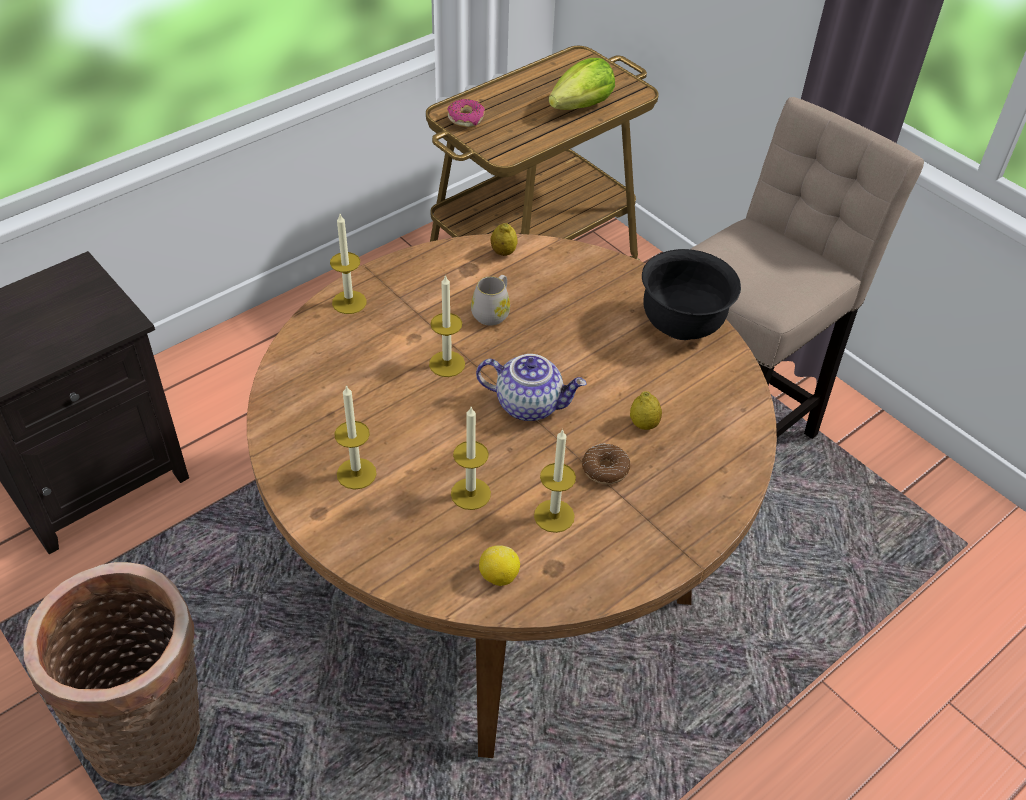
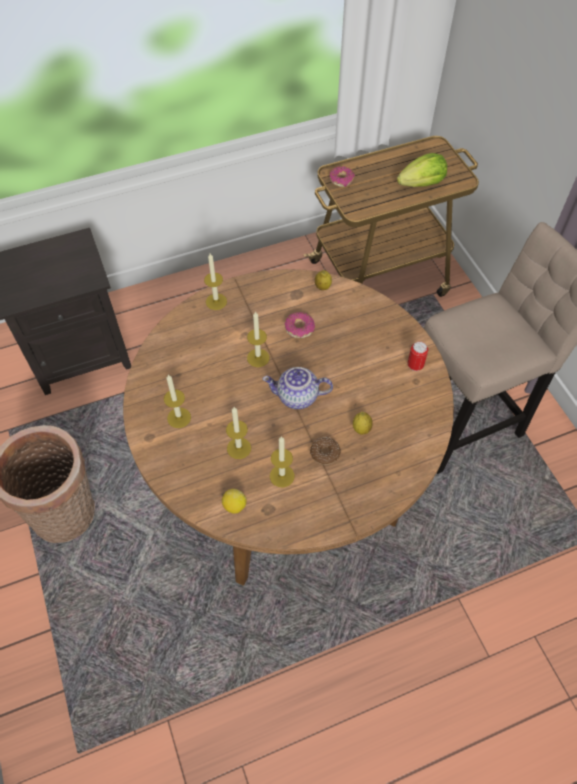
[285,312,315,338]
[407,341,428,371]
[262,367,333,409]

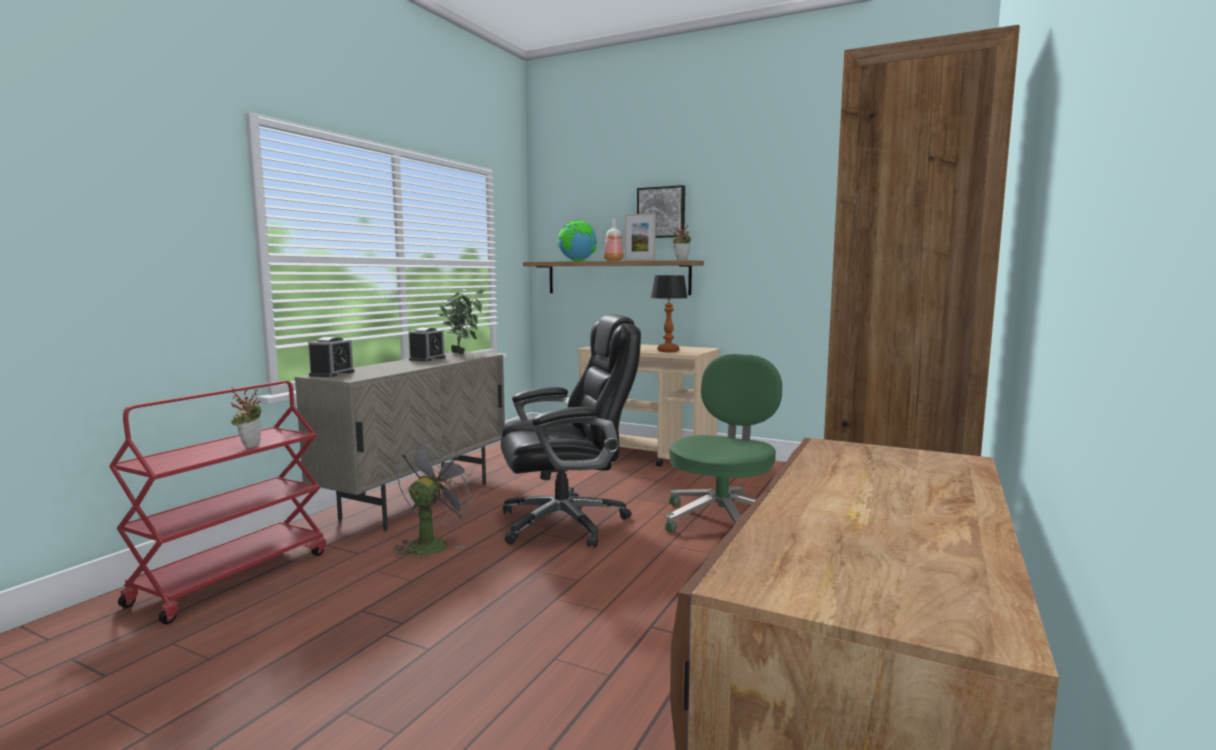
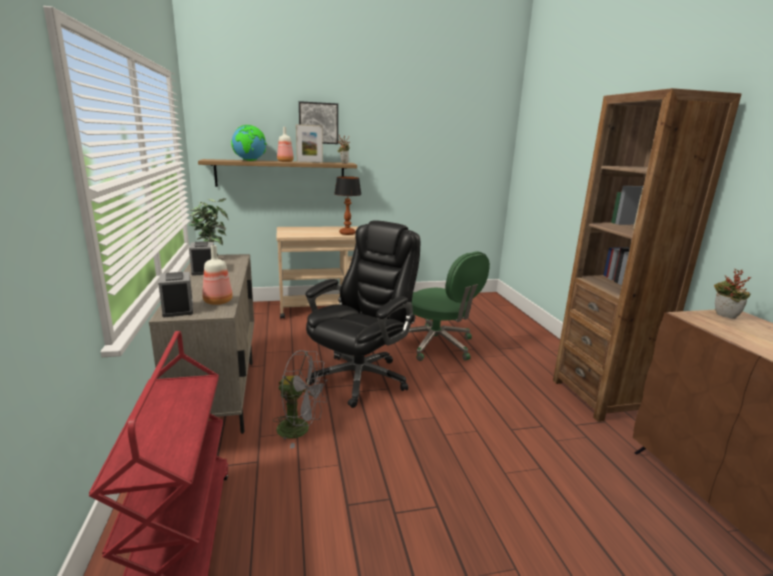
[202,245,233,305]
[714,269,751,319]
[273,350,328,448]
[408,251,490,361]

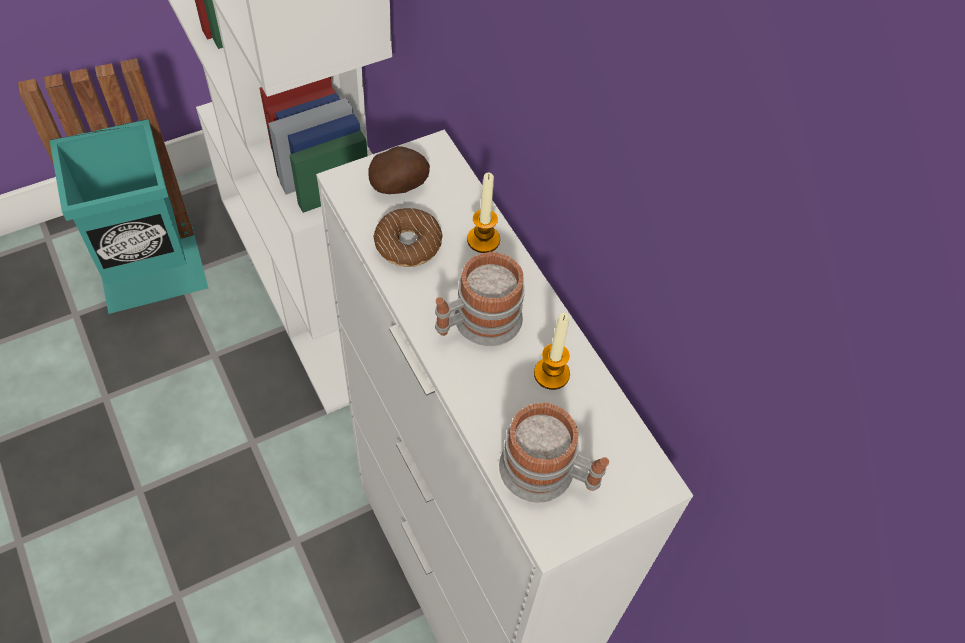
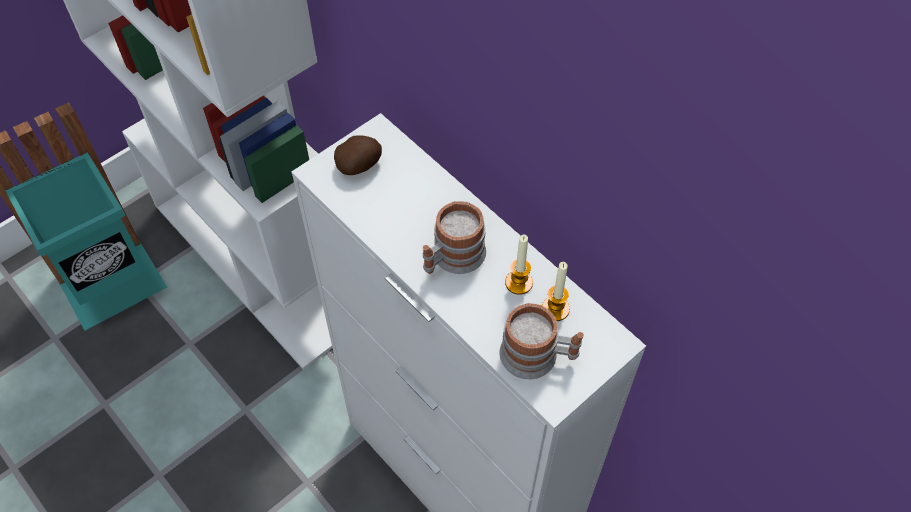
[374,208,443,267] (first image)
[542,262,570,321]

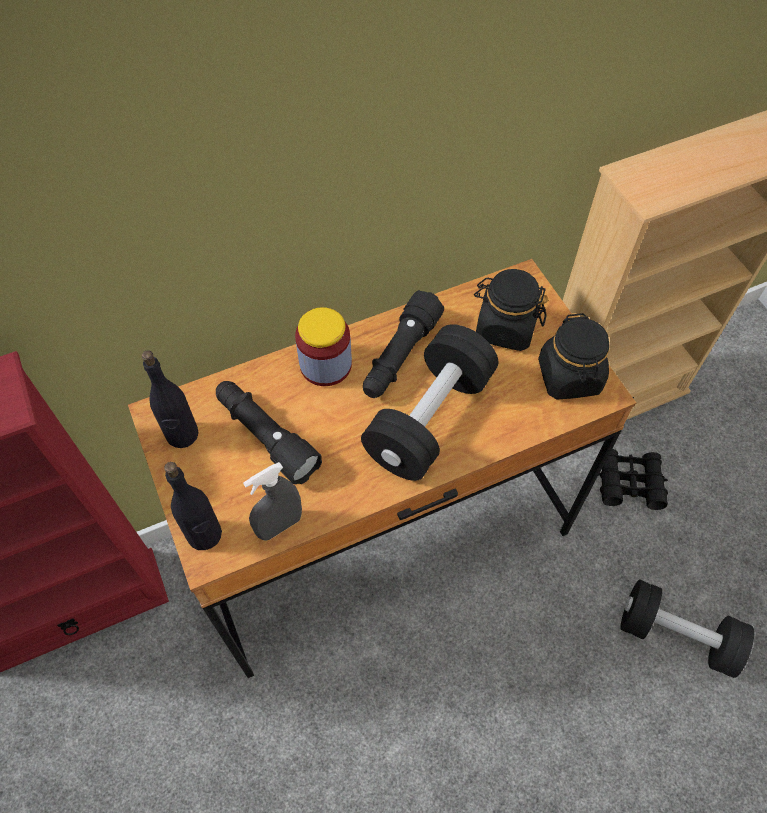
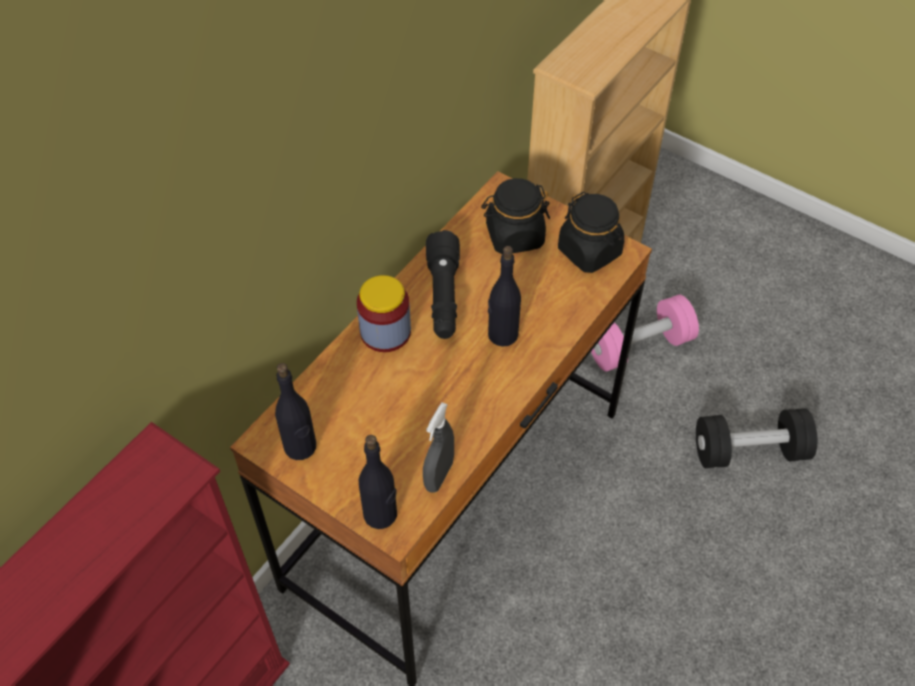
[216,381,322,484] (first image)
[488,246,521,346]
[591,295,699,372]

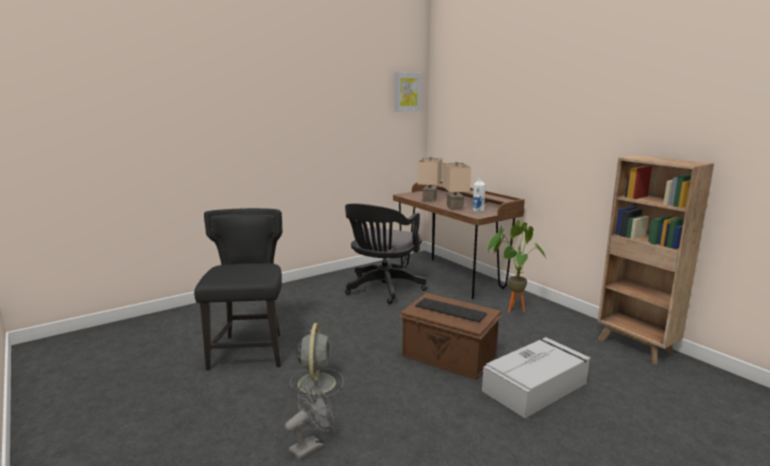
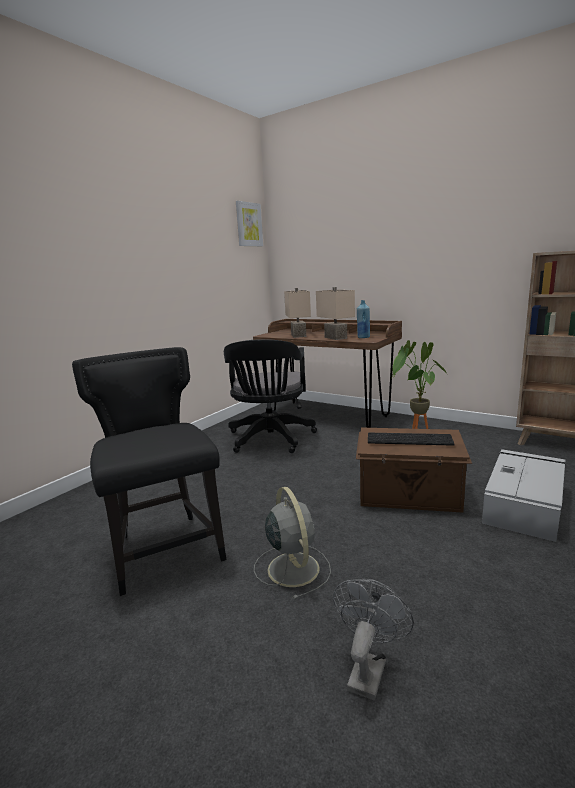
[357,300,370,338]

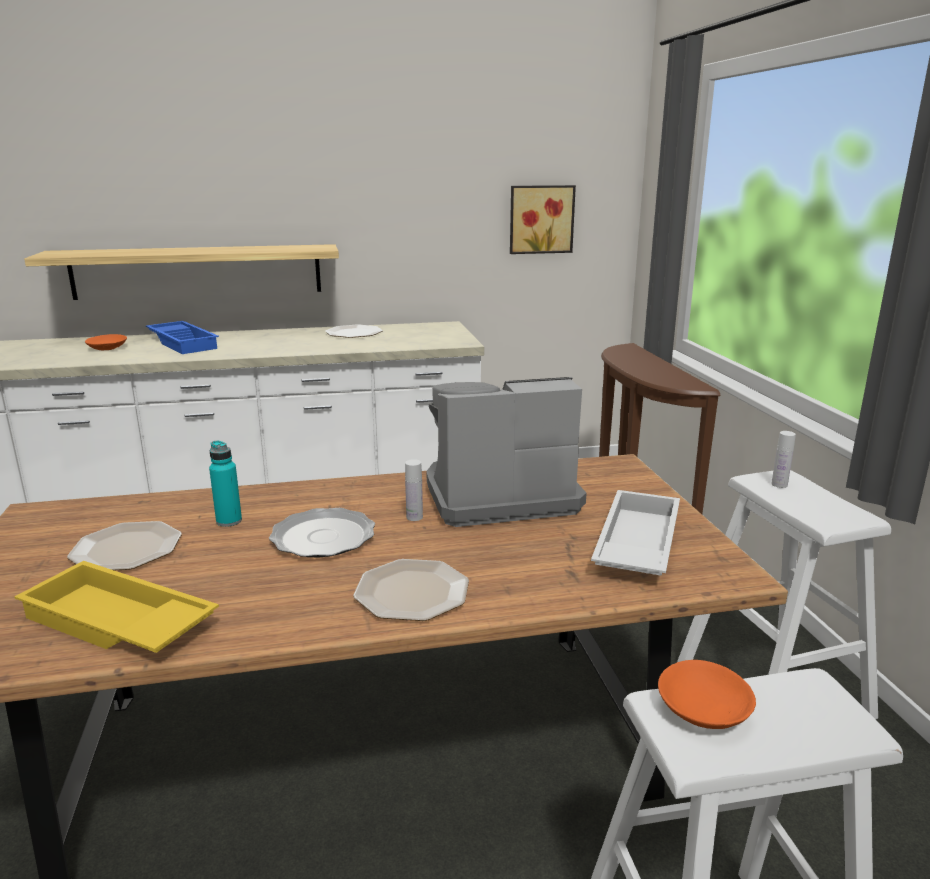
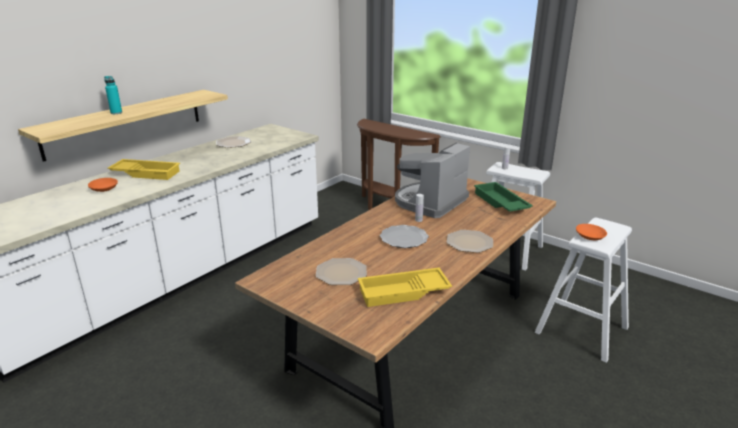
[510,185,576,254] (first image)
[104,76,122,114]
[107,159,180,180]
[474,182,533,212]

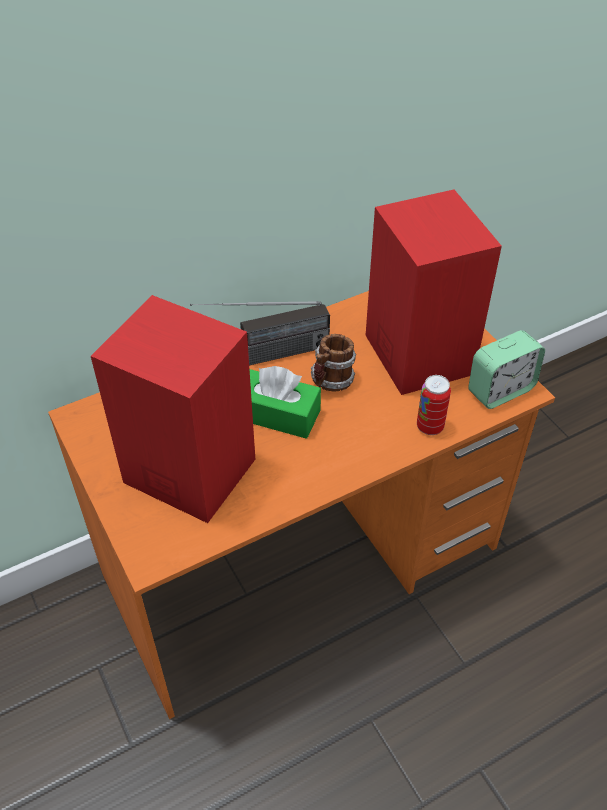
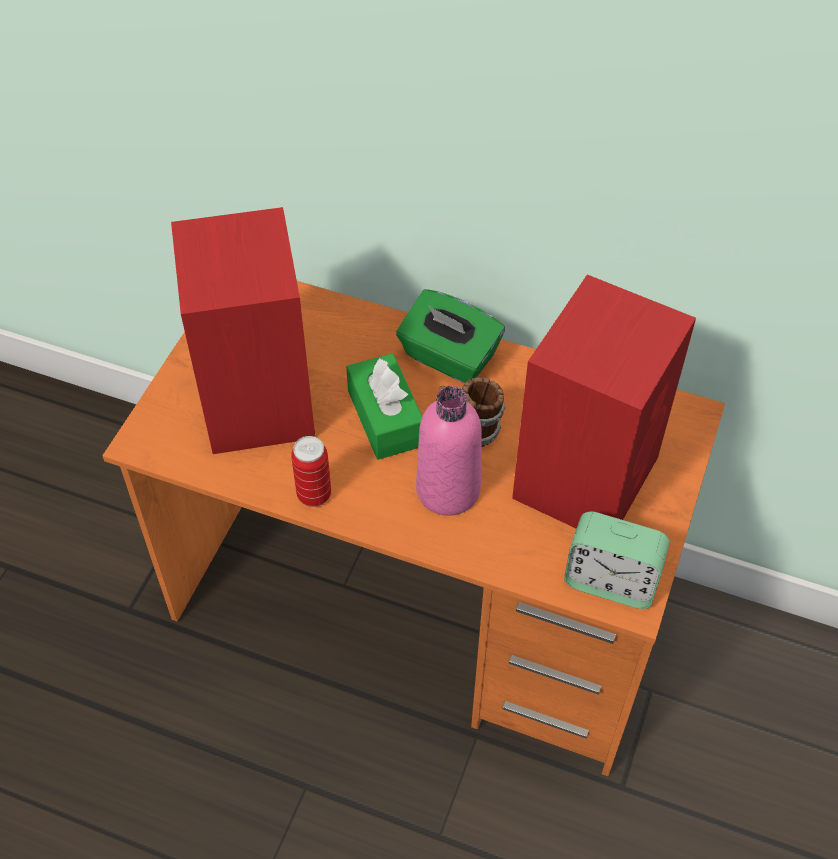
[416,386,482,516]
[291,436,331,507]
[396,289,505,383]

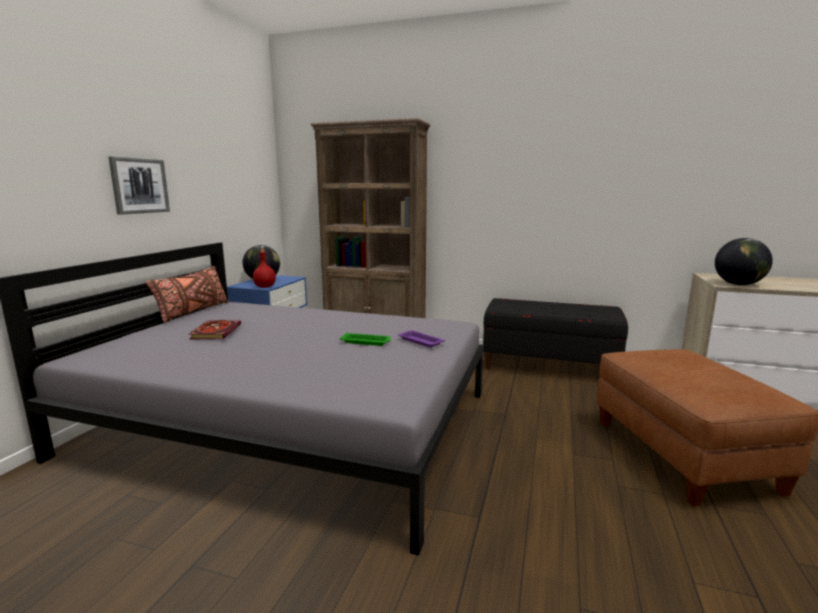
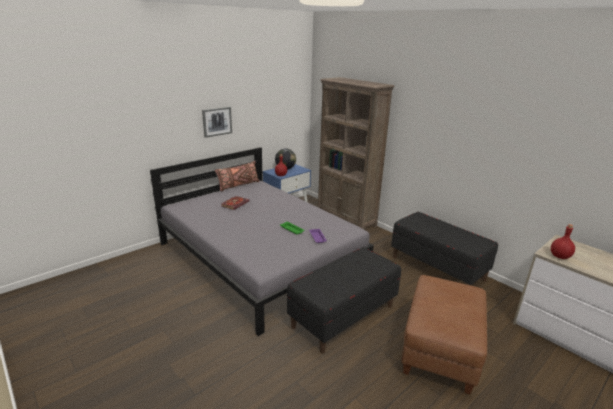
[287,247,401,354]
[551,224,575,259]

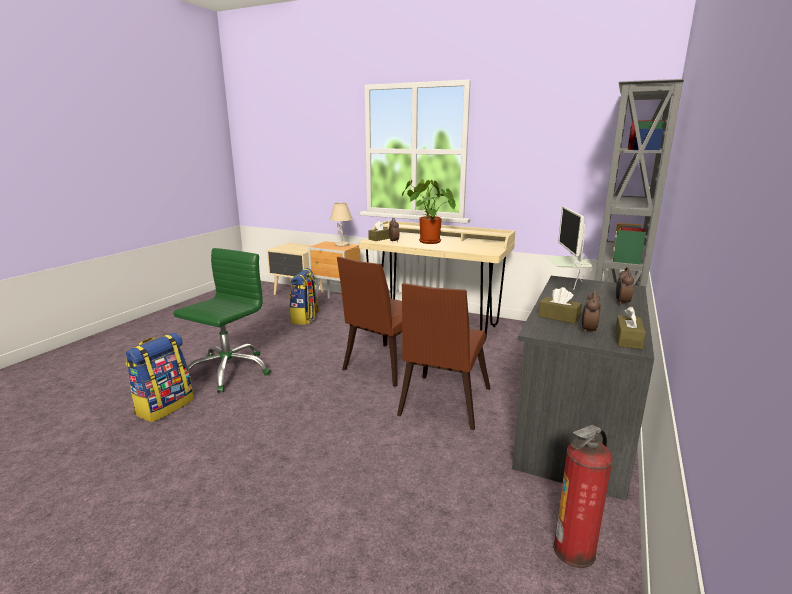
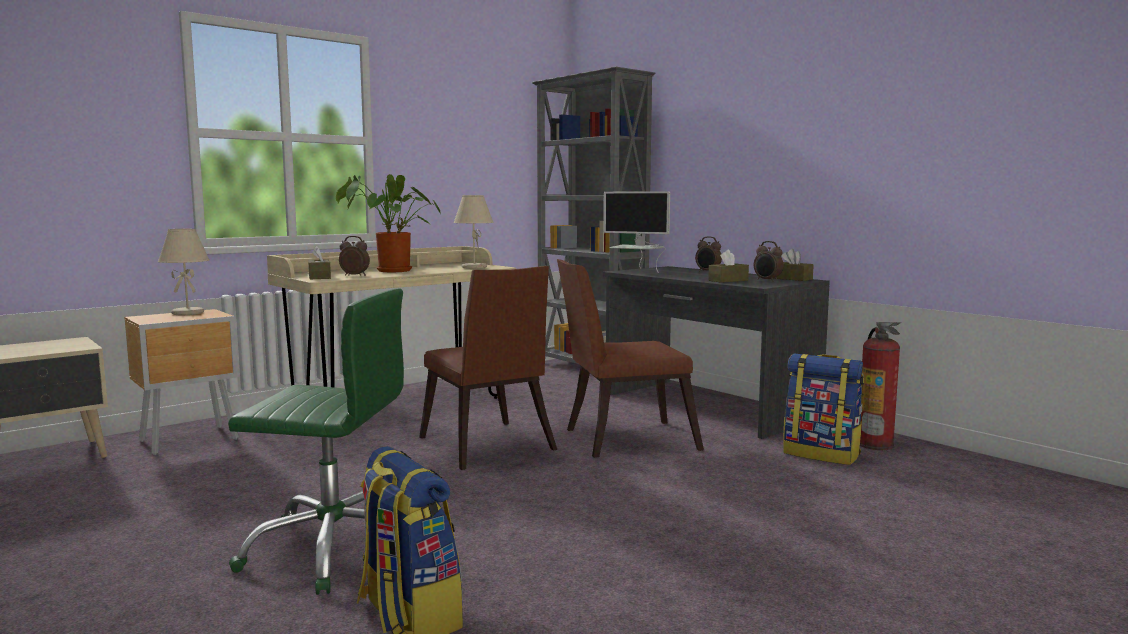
[453,195,494,269]
[783,354,864,465]
[228,289,404,595]
[557,259,704,458]

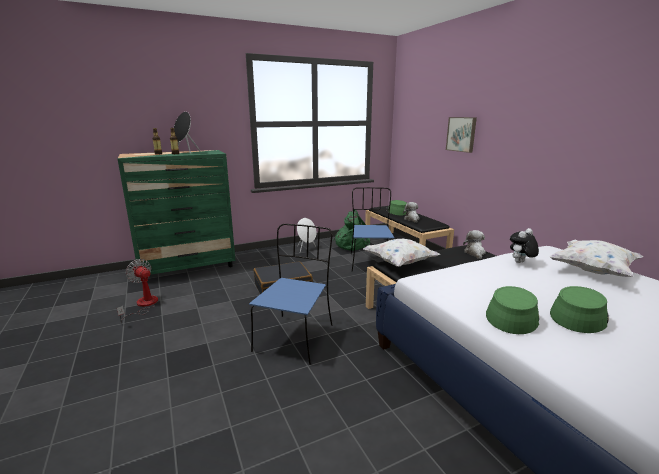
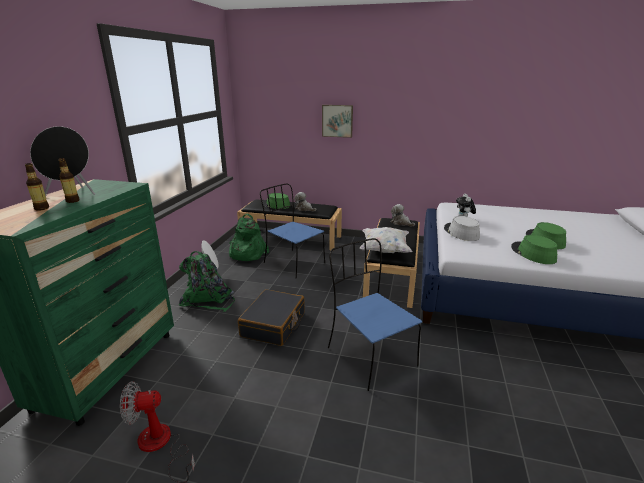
[549,240,644,277] (first image)
[178,251,235,312]
[444,216,480,241]

